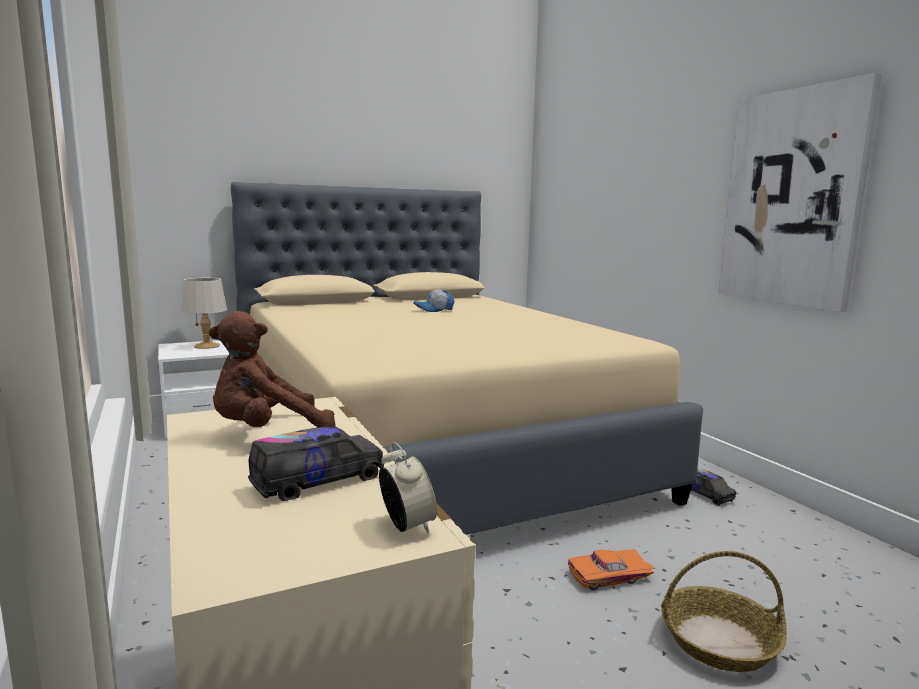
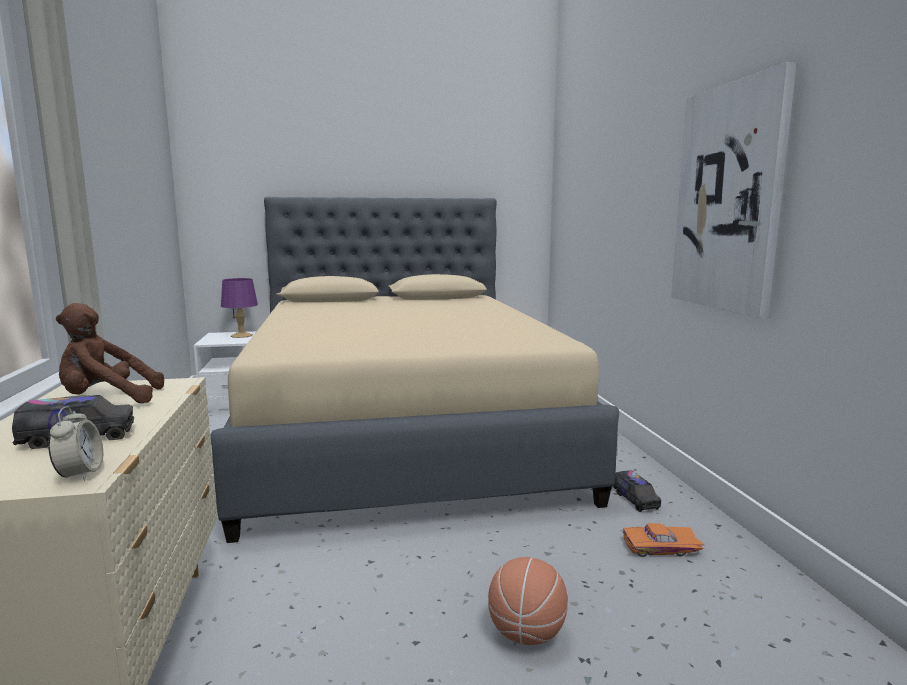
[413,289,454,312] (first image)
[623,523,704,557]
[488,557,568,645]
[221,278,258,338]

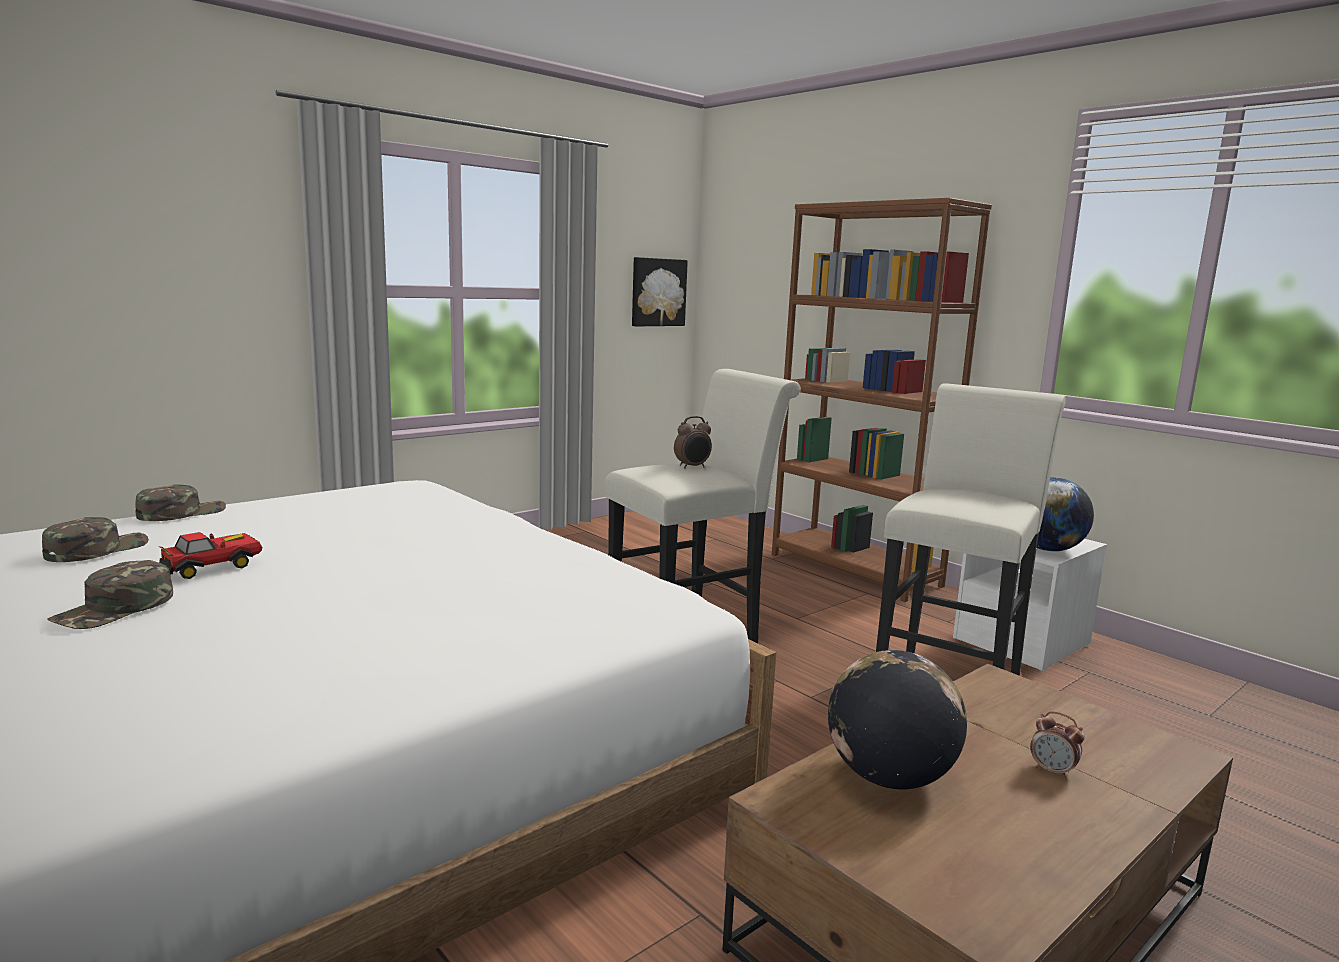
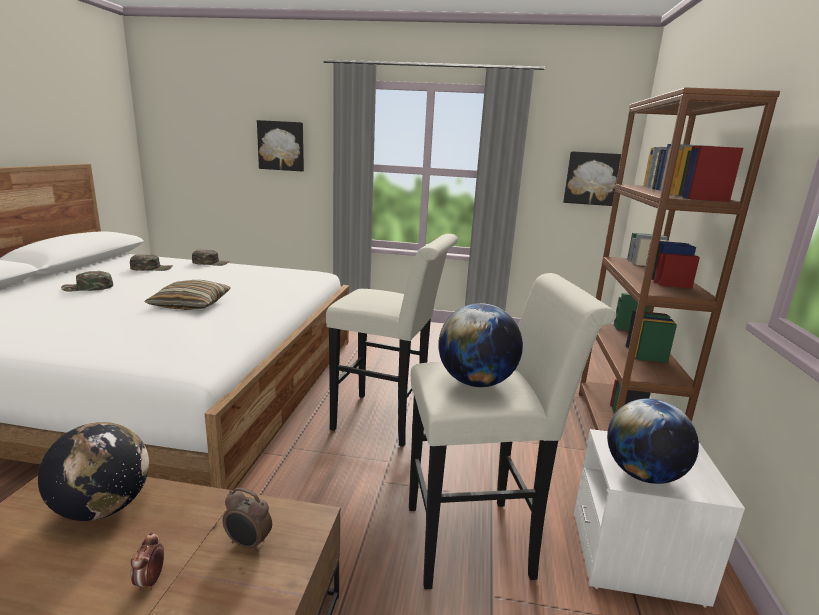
[159,532,262,579] (first image)
[144,280,231,310]
[257,120,304,171]
[438,303,523,387]
[223,488,272,553]

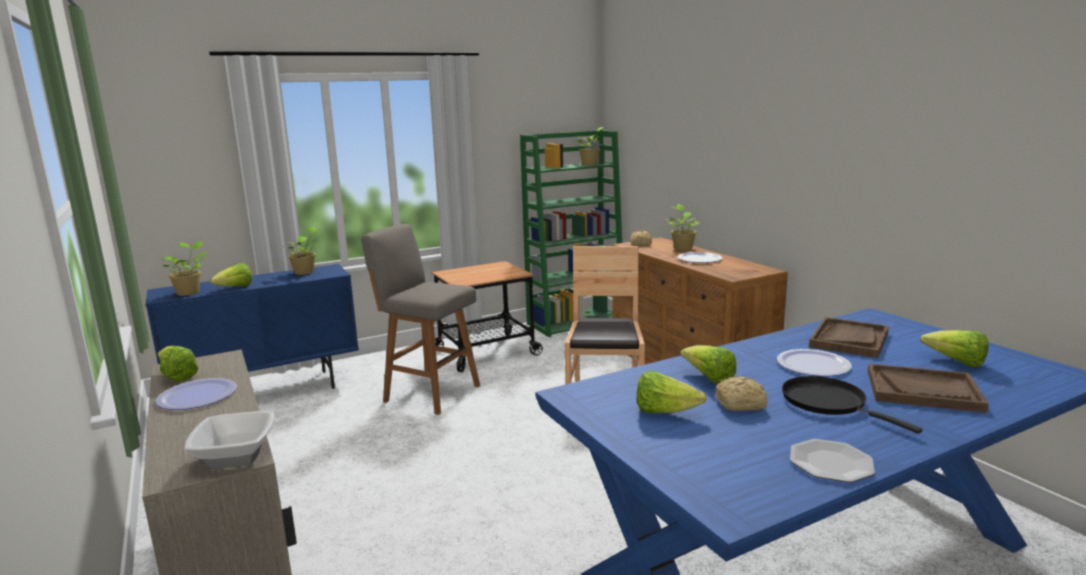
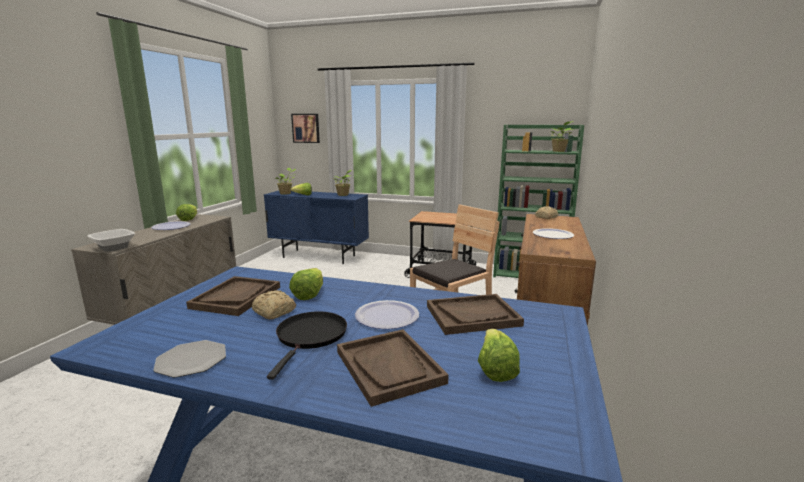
[361,224,480,415] (first image)
[666,204,700,251] (first image)
[291,114,320,143]
[186,276,280,316]

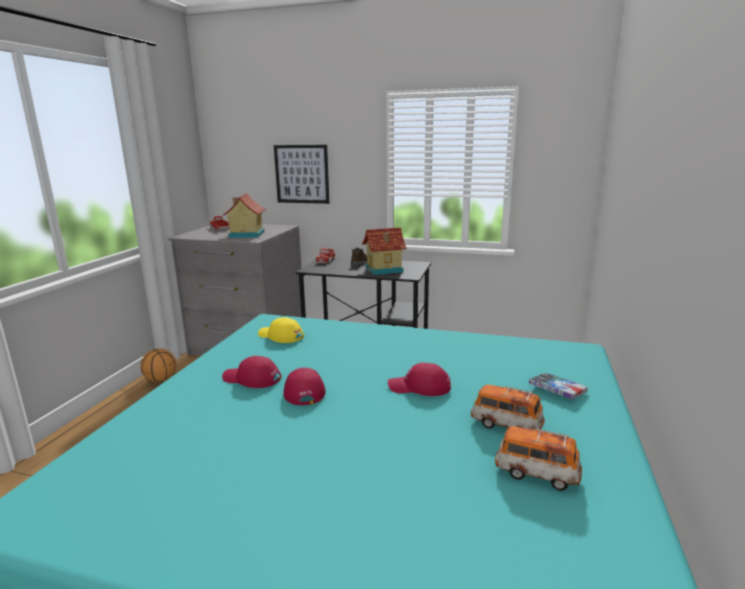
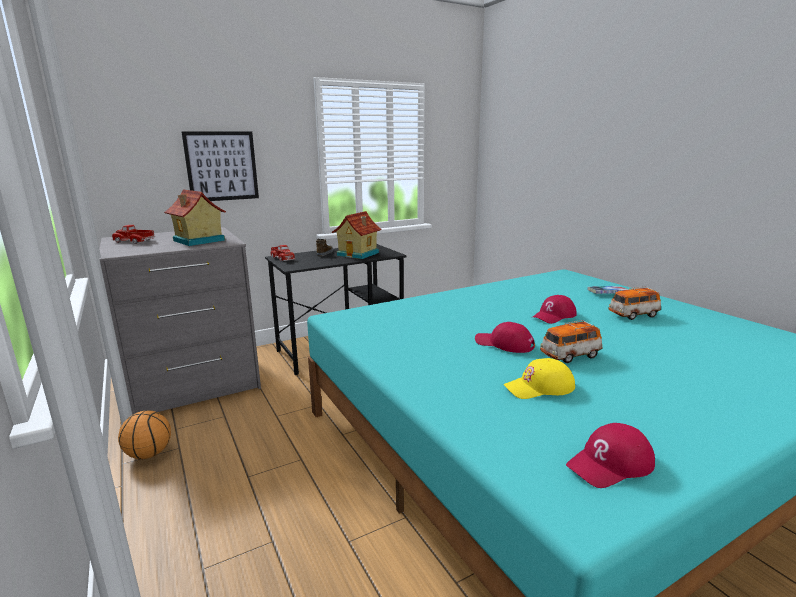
[566,423,655,488]
[503,358,575,399]
[540,320,603,363]

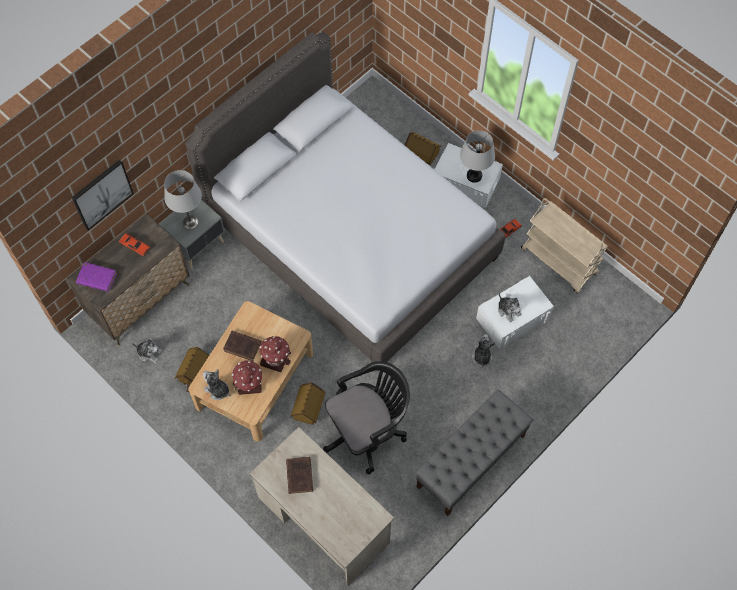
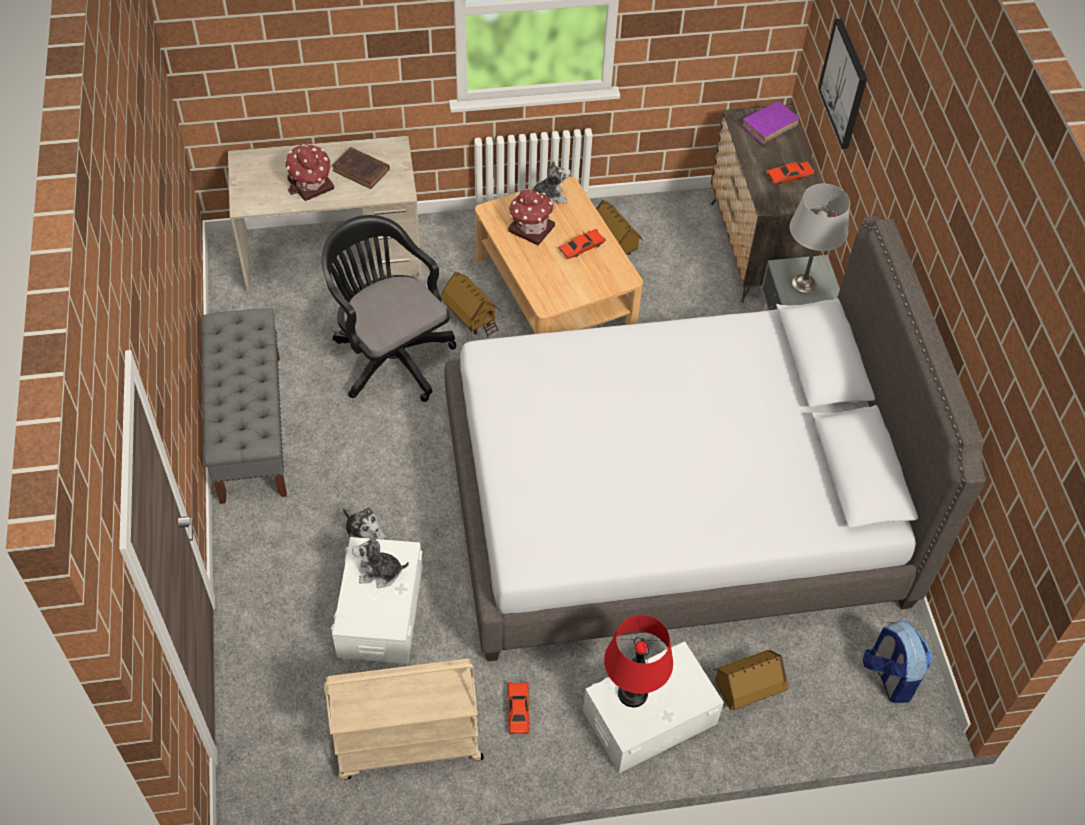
[132,339,162,363] (first image)
[863,620,933,703]
[285,144,334,201]
[559,229,606,259]
[604,615,673,707]
[322,215,457,402]

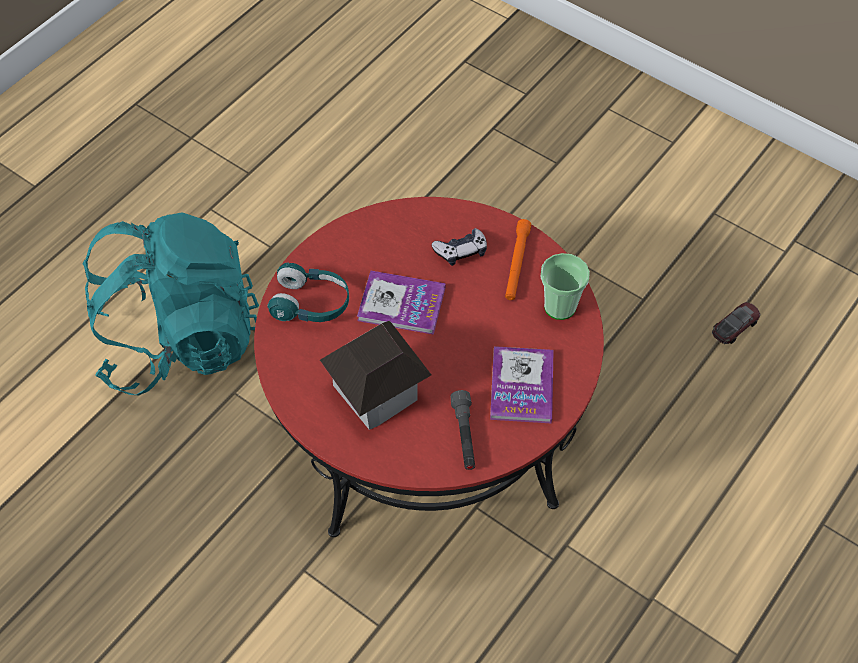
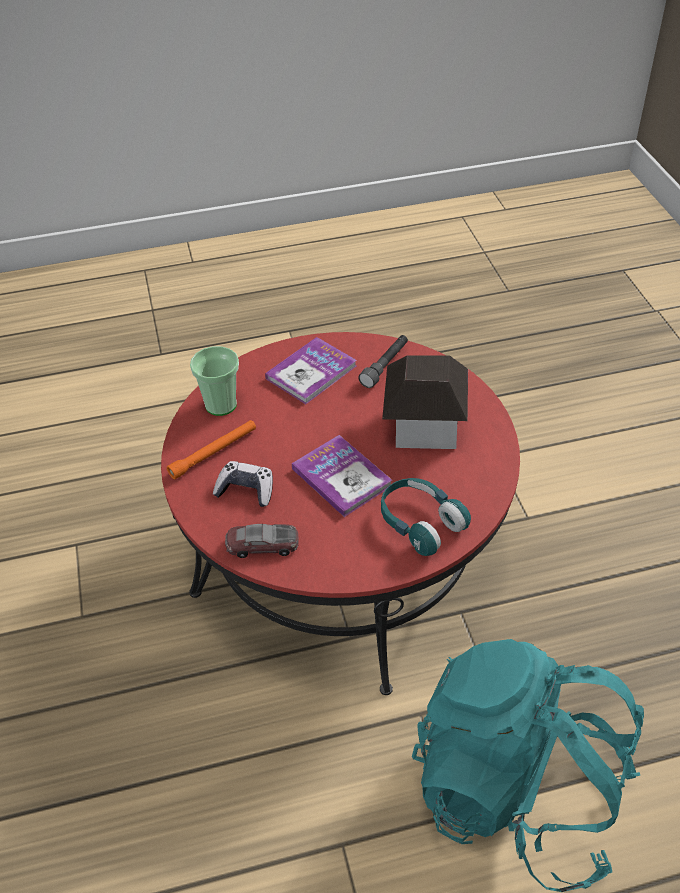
[225,524,299,558]

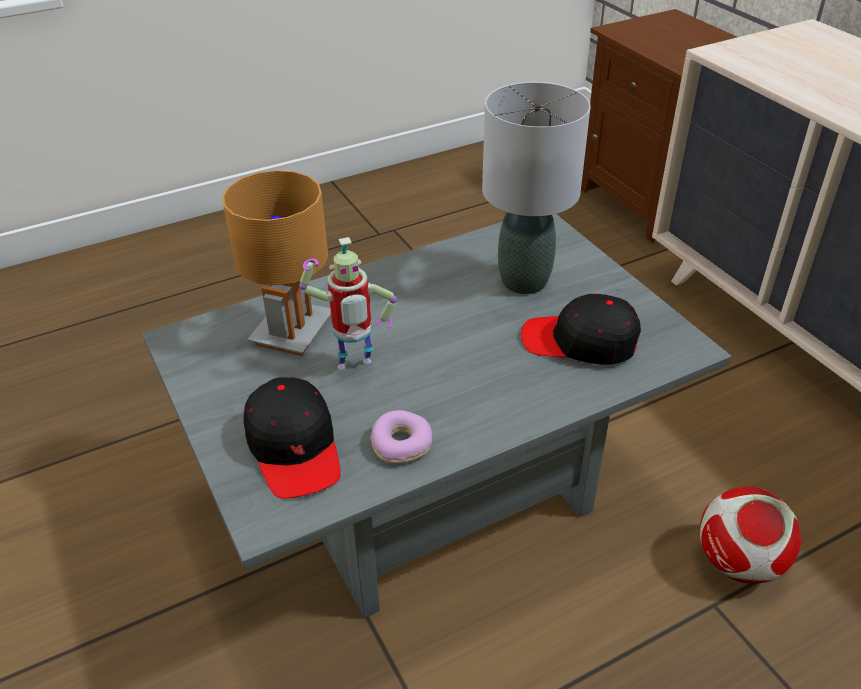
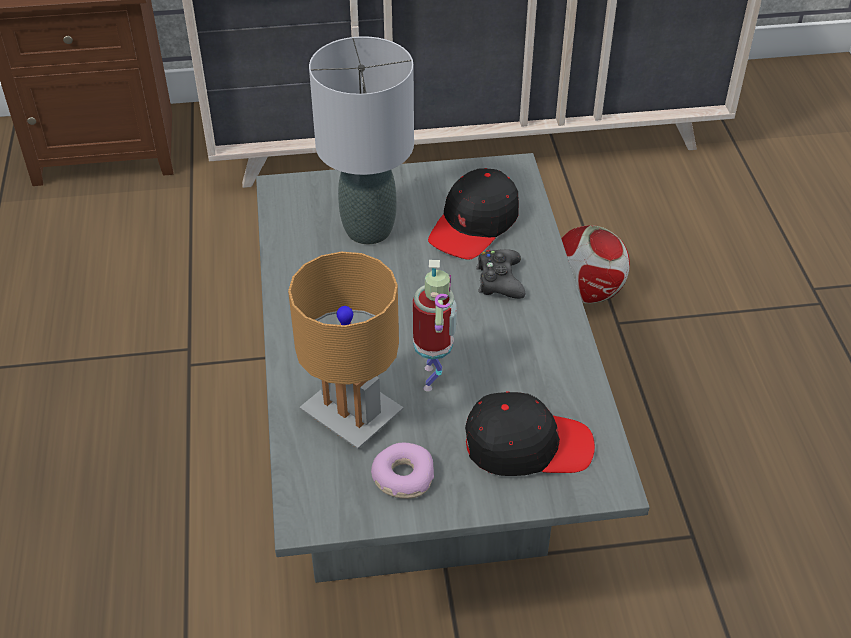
[476,249,525,299]
[371,442,434,499]

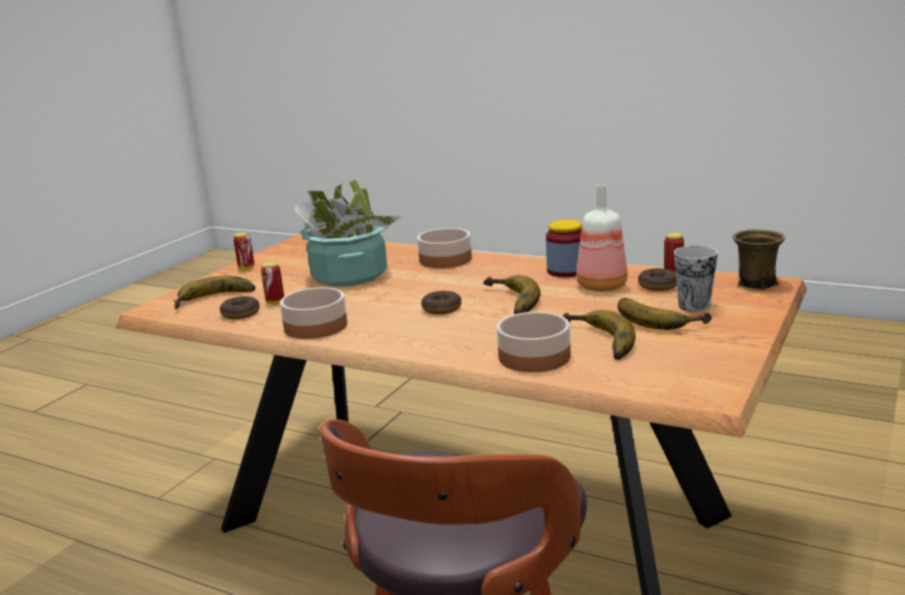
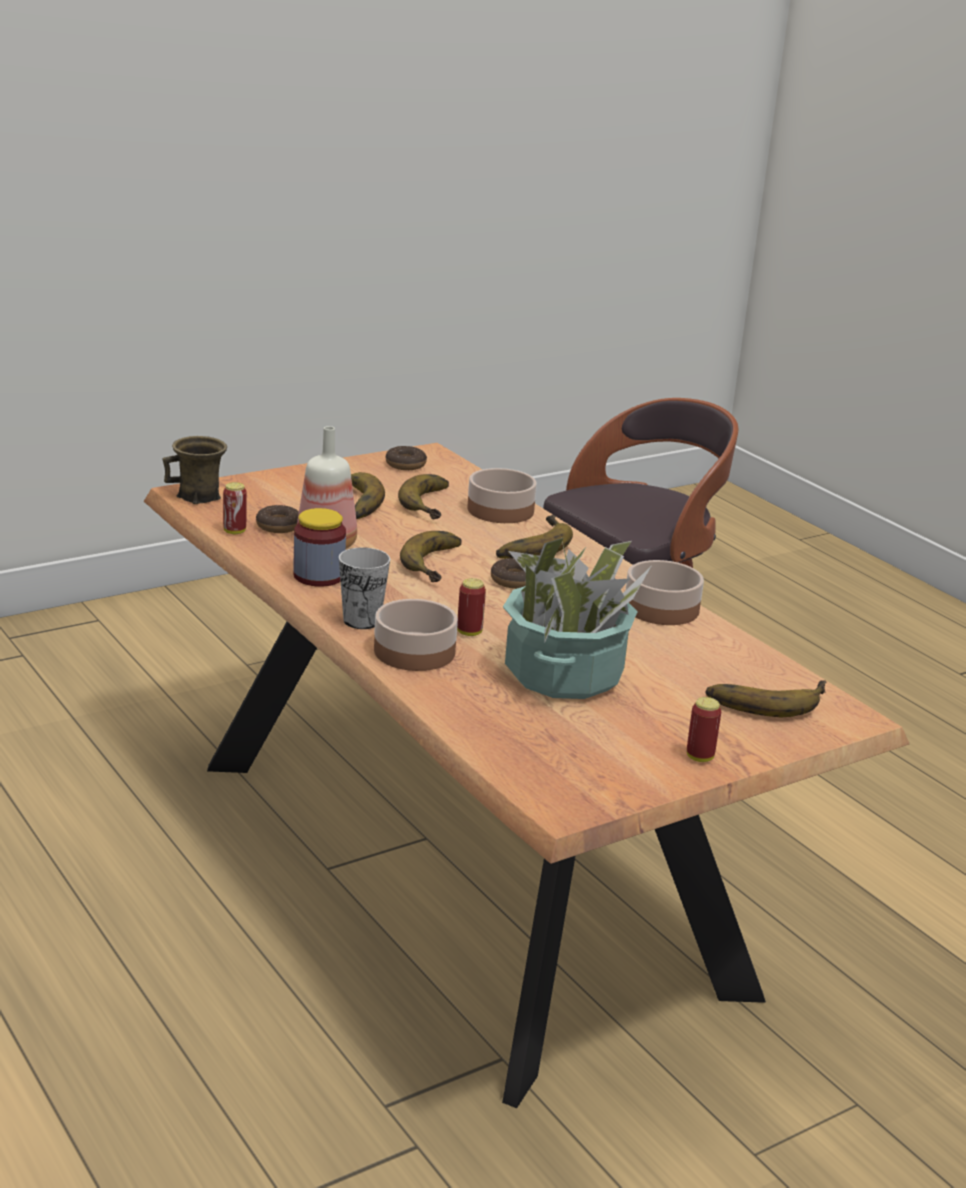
[496,515,573,559]
[386,446,427,470]
[457,578,486,636]
[339,548,390,629]

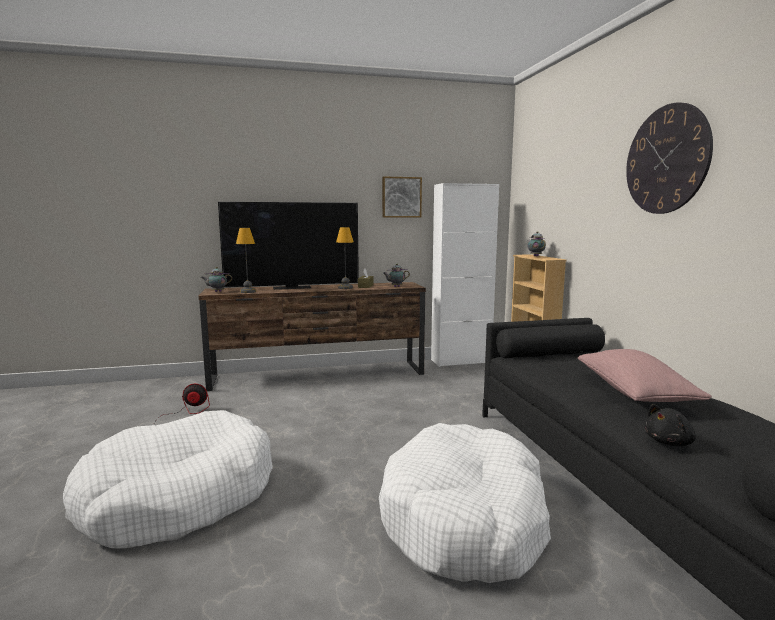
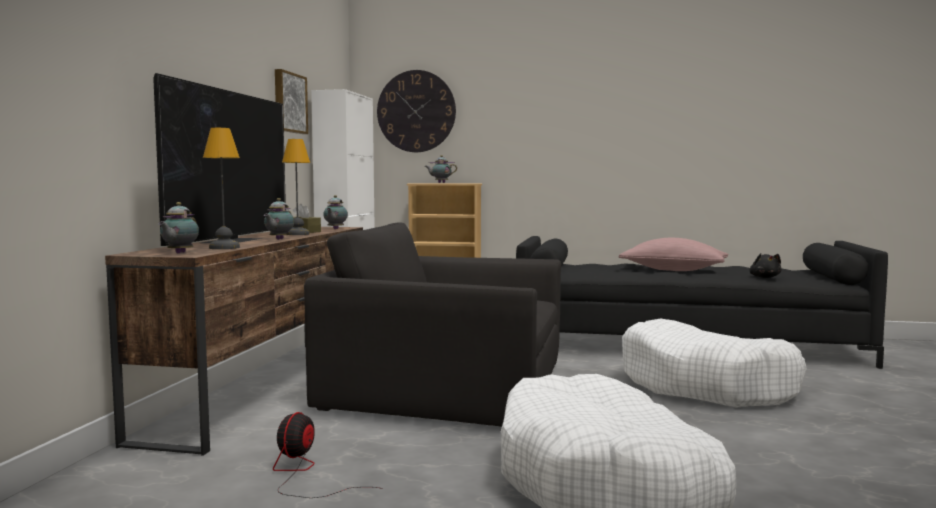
[264,198,294,240]
[304,222,561,427]
[377,70,456,152]

